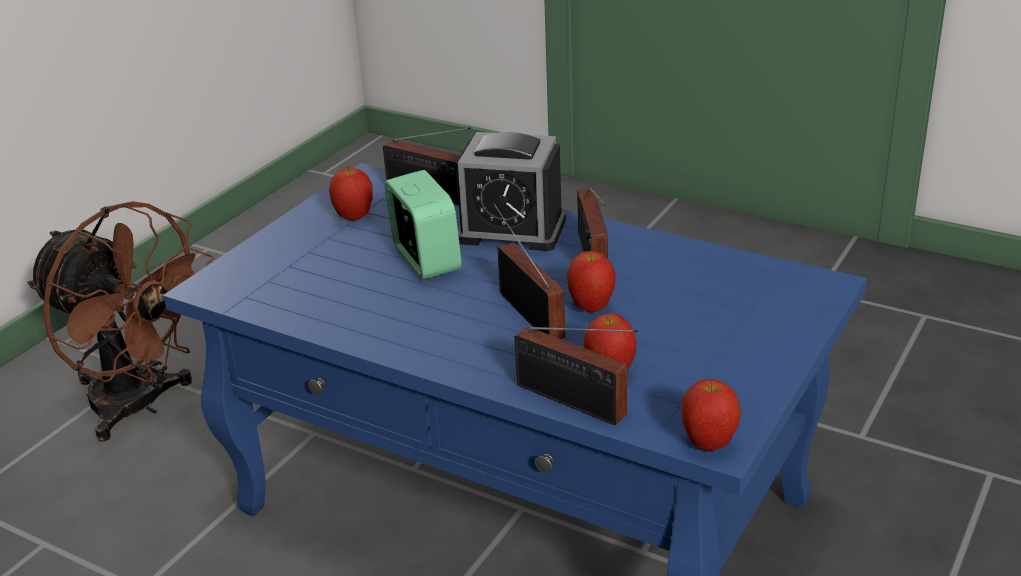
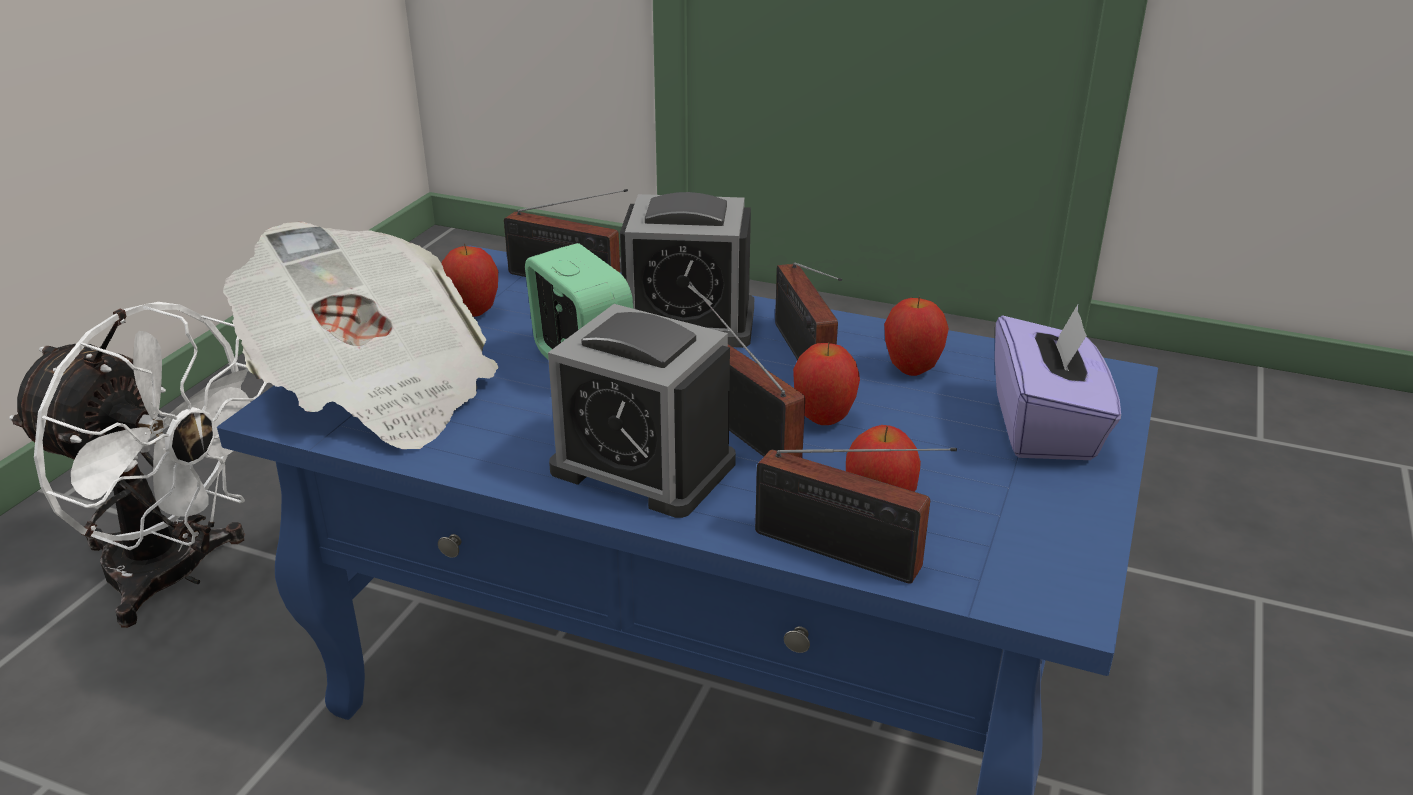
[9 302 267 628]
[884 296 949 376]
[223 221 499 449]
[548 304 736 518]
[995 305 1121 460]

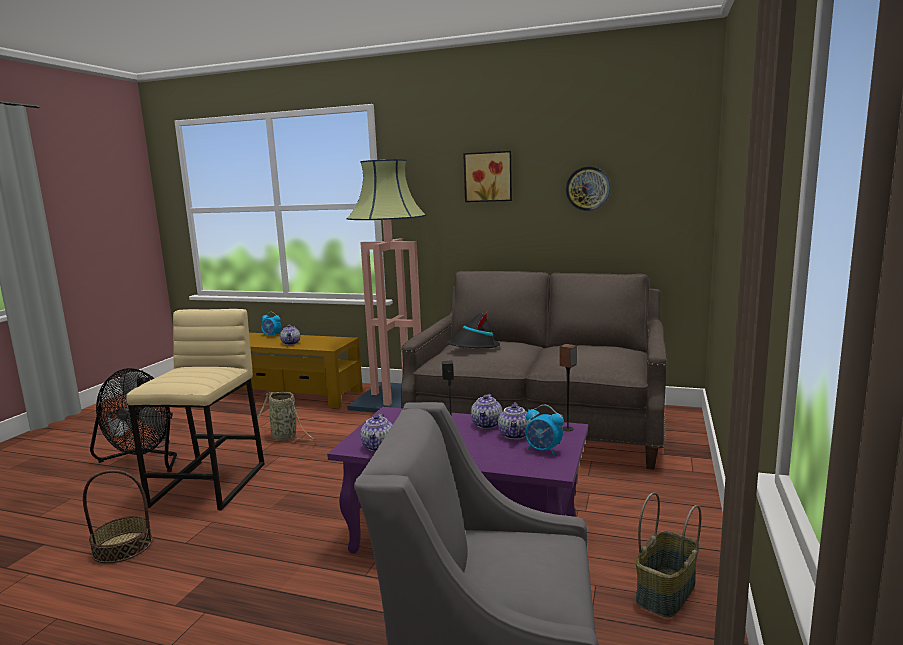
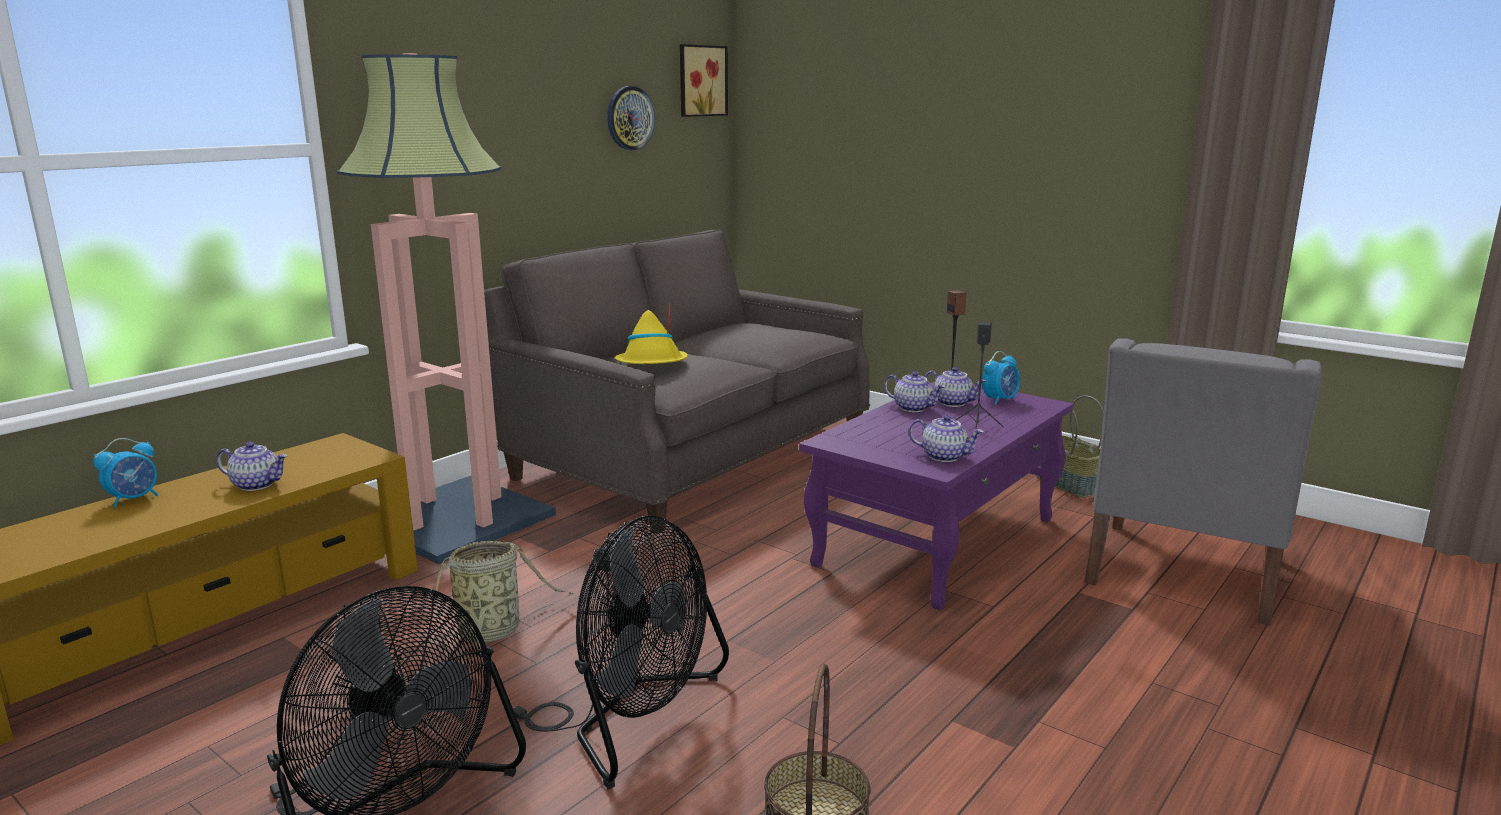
[680 44 728 117]
[513 516 729 789]
[615 304 688 364]

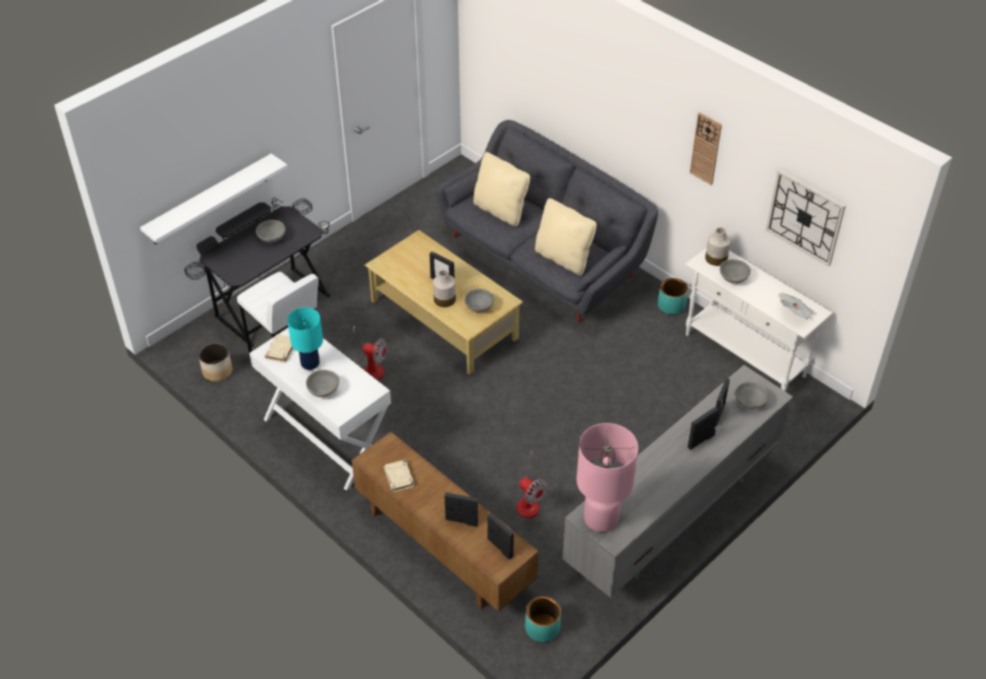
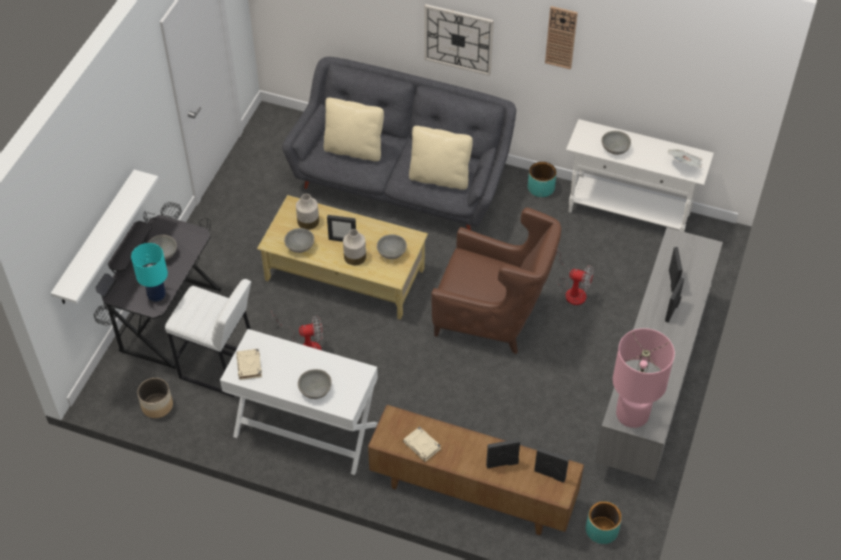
[424 4 494 76]
[296 194 319 230]
[131 243 168 302]
[284 228 314 253]
[556 248 594 305]
[431 208 561 354]

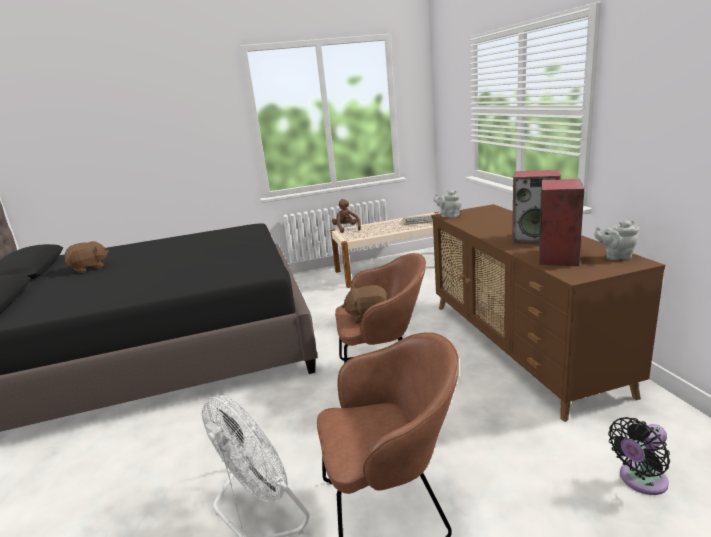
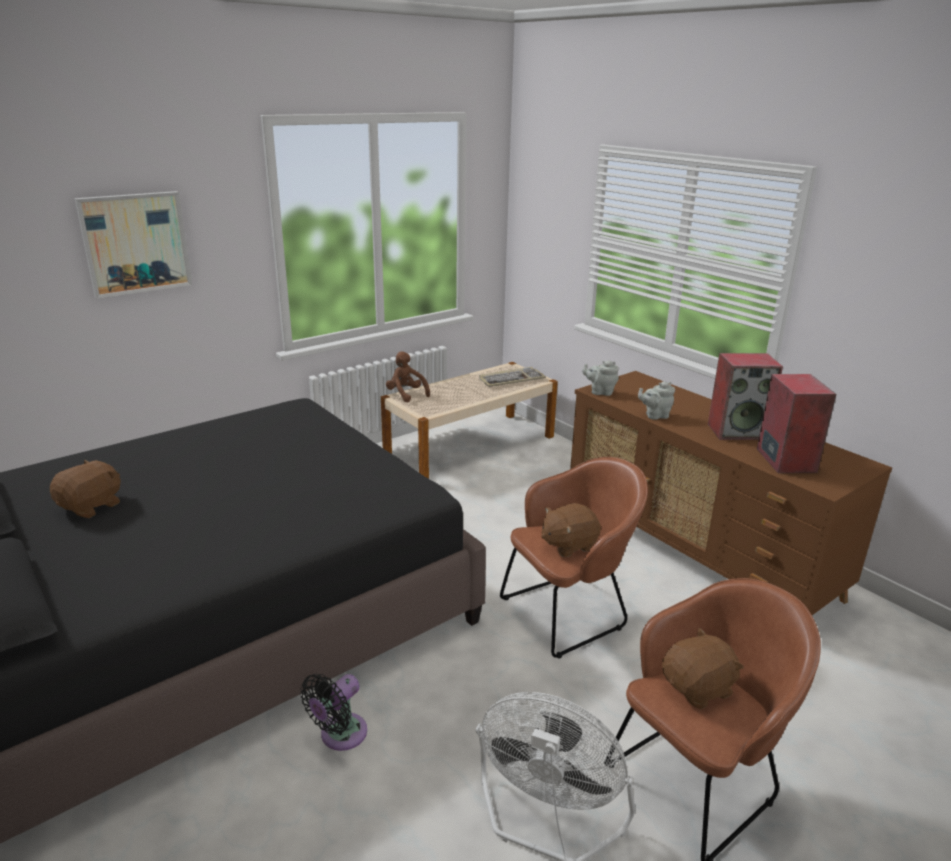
[638 382 675 420]
[300 674 367 751]
[75 191 192 299]
[662 628 744 709]

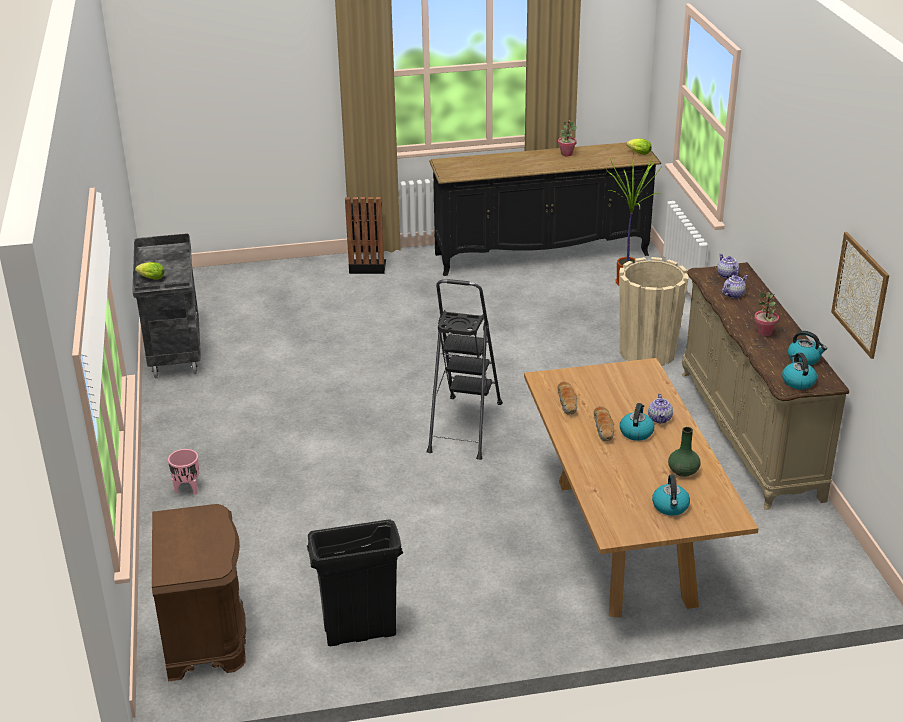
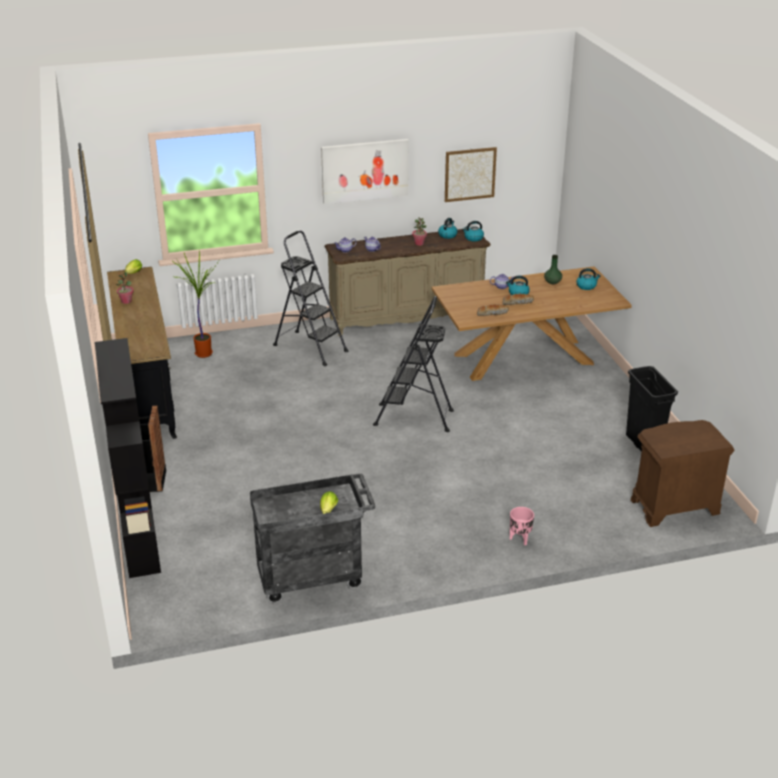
[273 230 348 366]
[321 139 409 204]
[95 338 161 578]

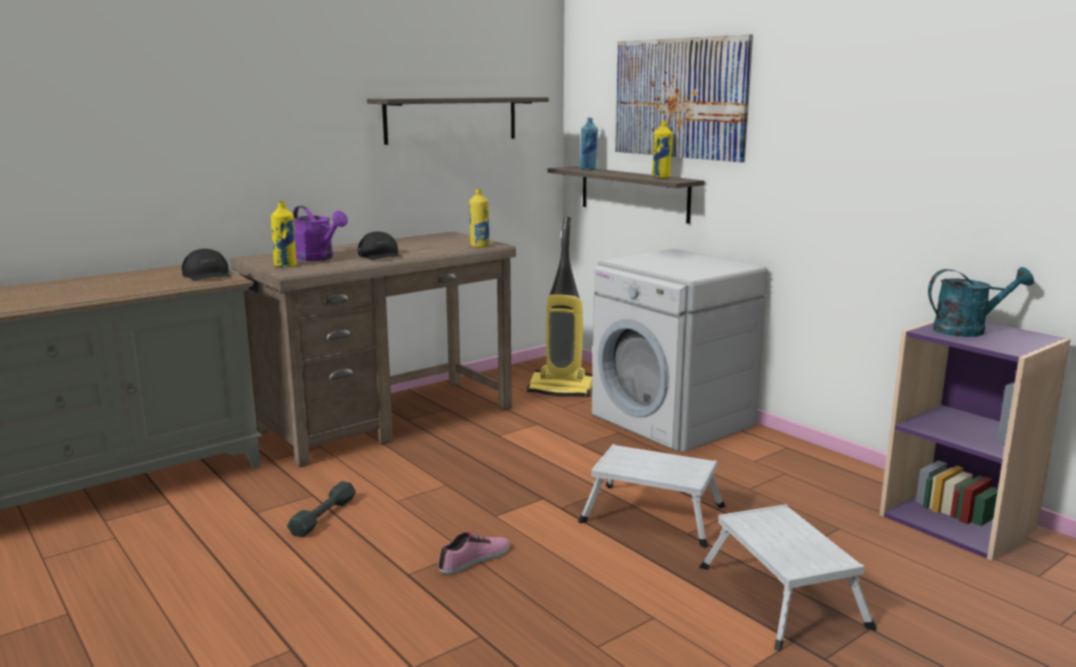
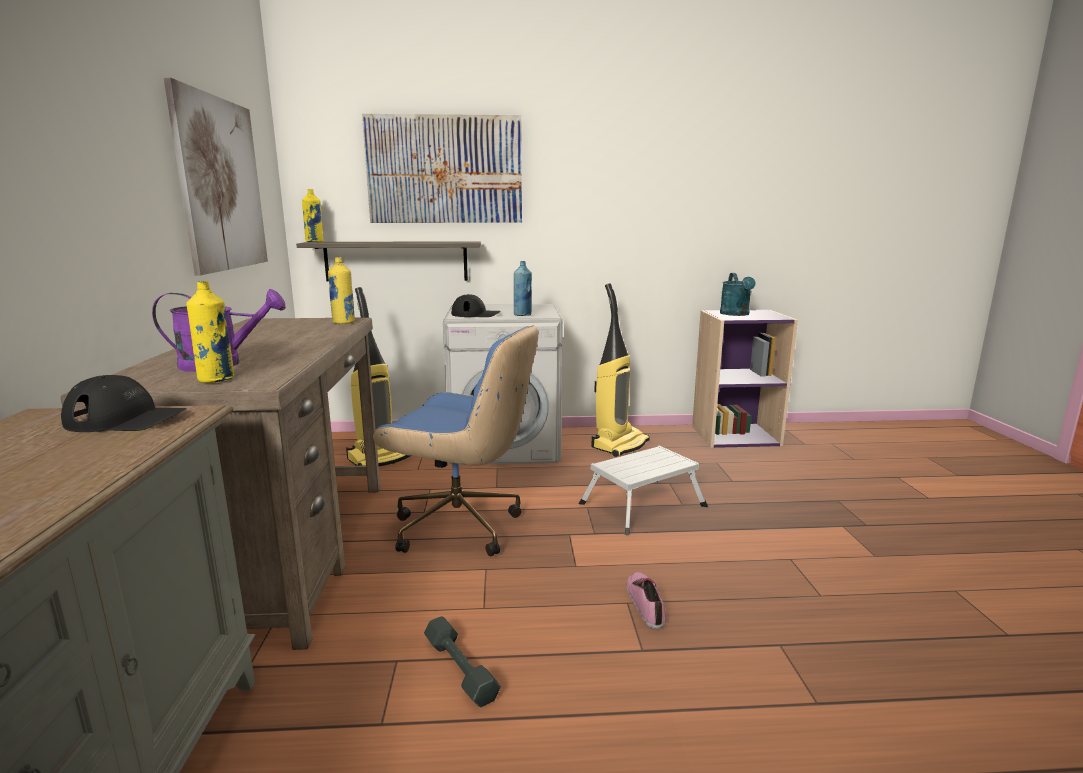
[164 77 268 275]
[514 261 532 316]
[302 189 323 242]
[451 294 501 317]
[720 273 756 316]
[699 504 876 651] (first image)
[591 283 650 457]
[373 325 538 556]

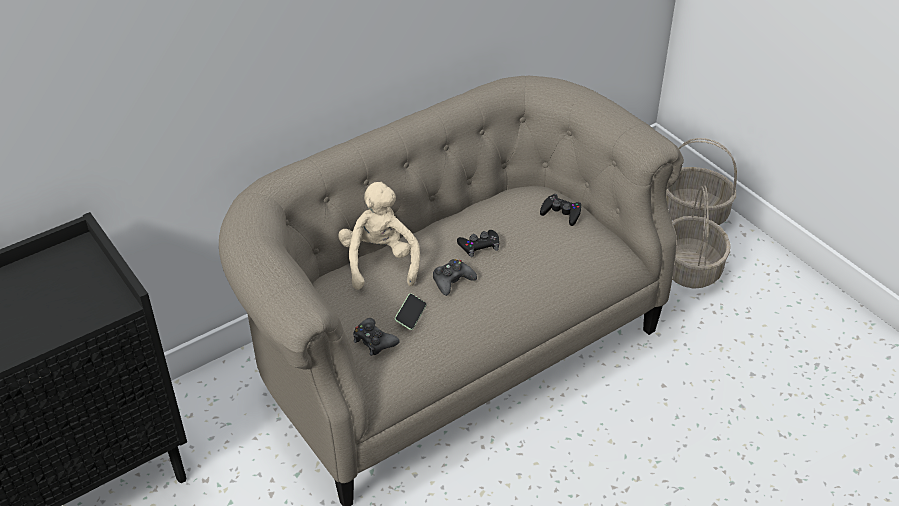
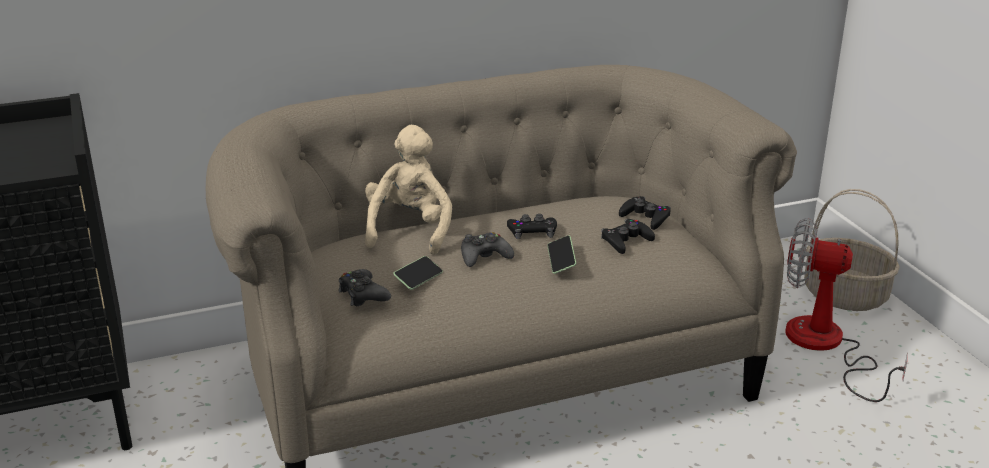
[785 218 908 402]
[601 219 655 254]
[547 235 576 274]

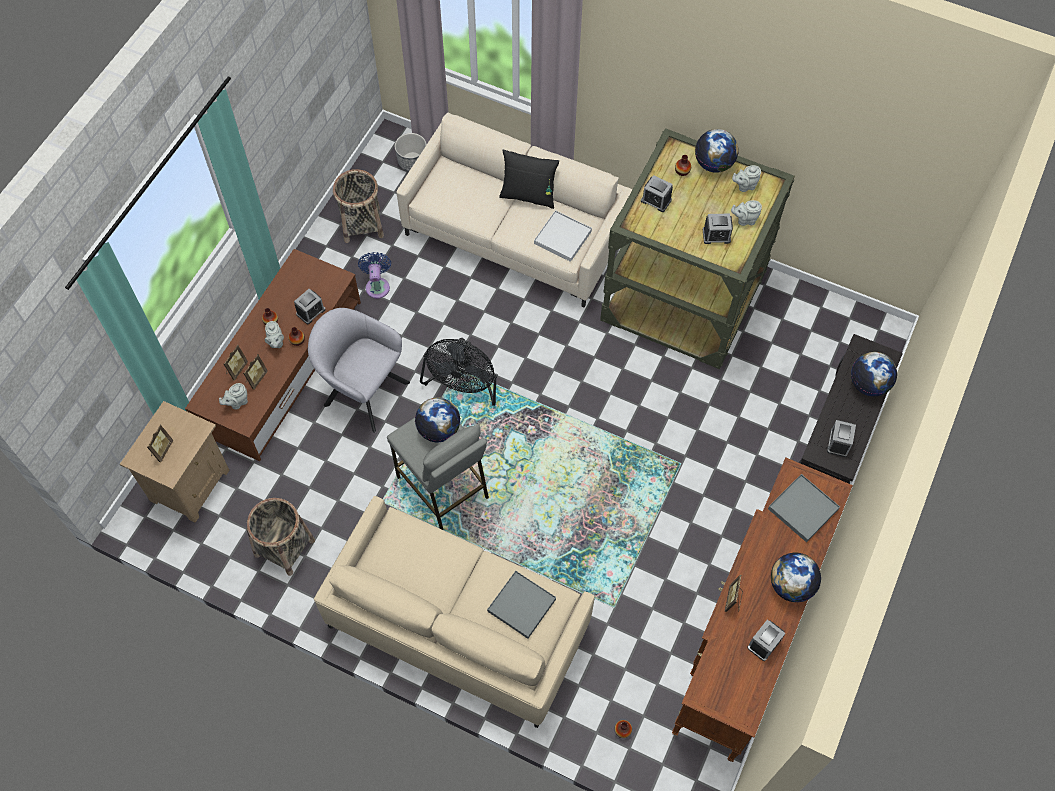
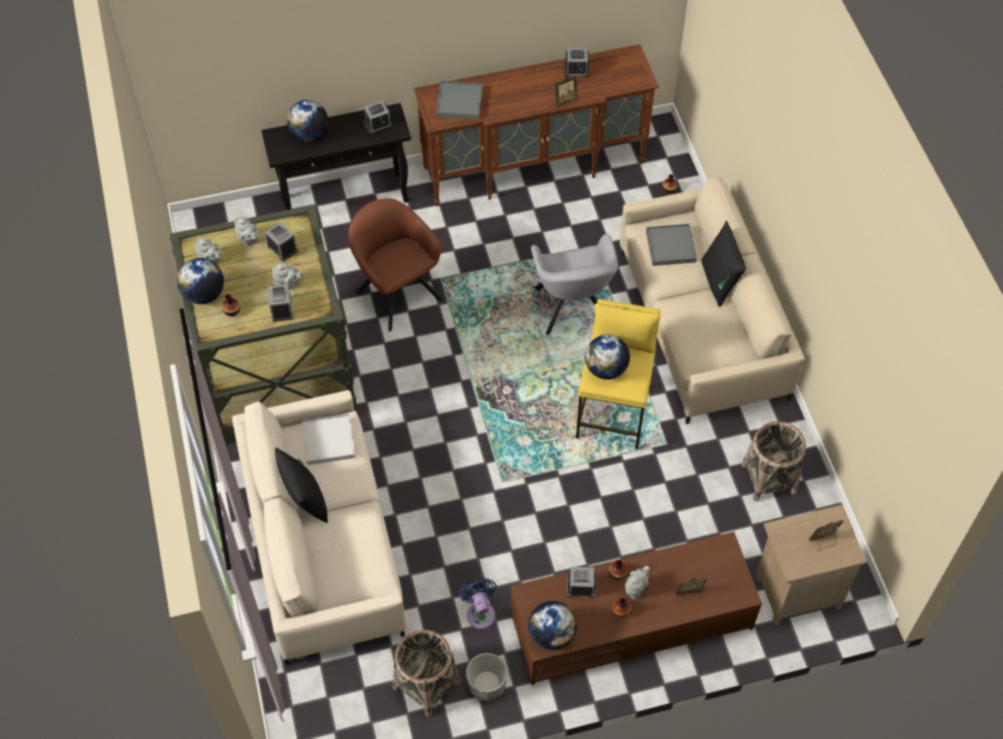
[466 653 507 701]
[459 578 497 629]
[531 234 618 335]
[420 338 498 406] (first image)
[243 354 268 390] (first image)
[272 263 303 290]
[576 299 660 450]
[528 601 577 650]
[348 199 443 331]
[701 221 746 307]

